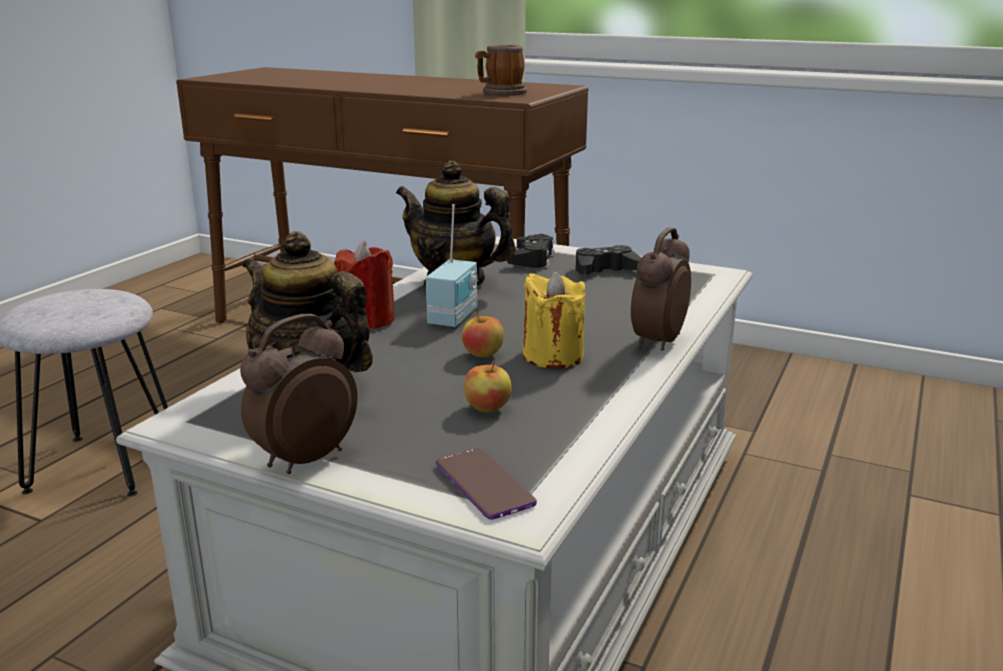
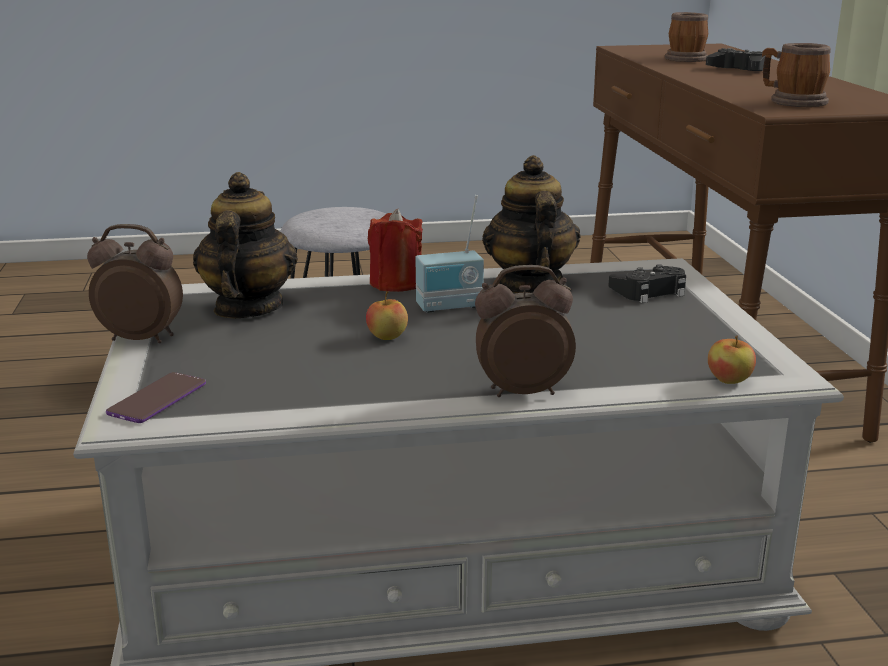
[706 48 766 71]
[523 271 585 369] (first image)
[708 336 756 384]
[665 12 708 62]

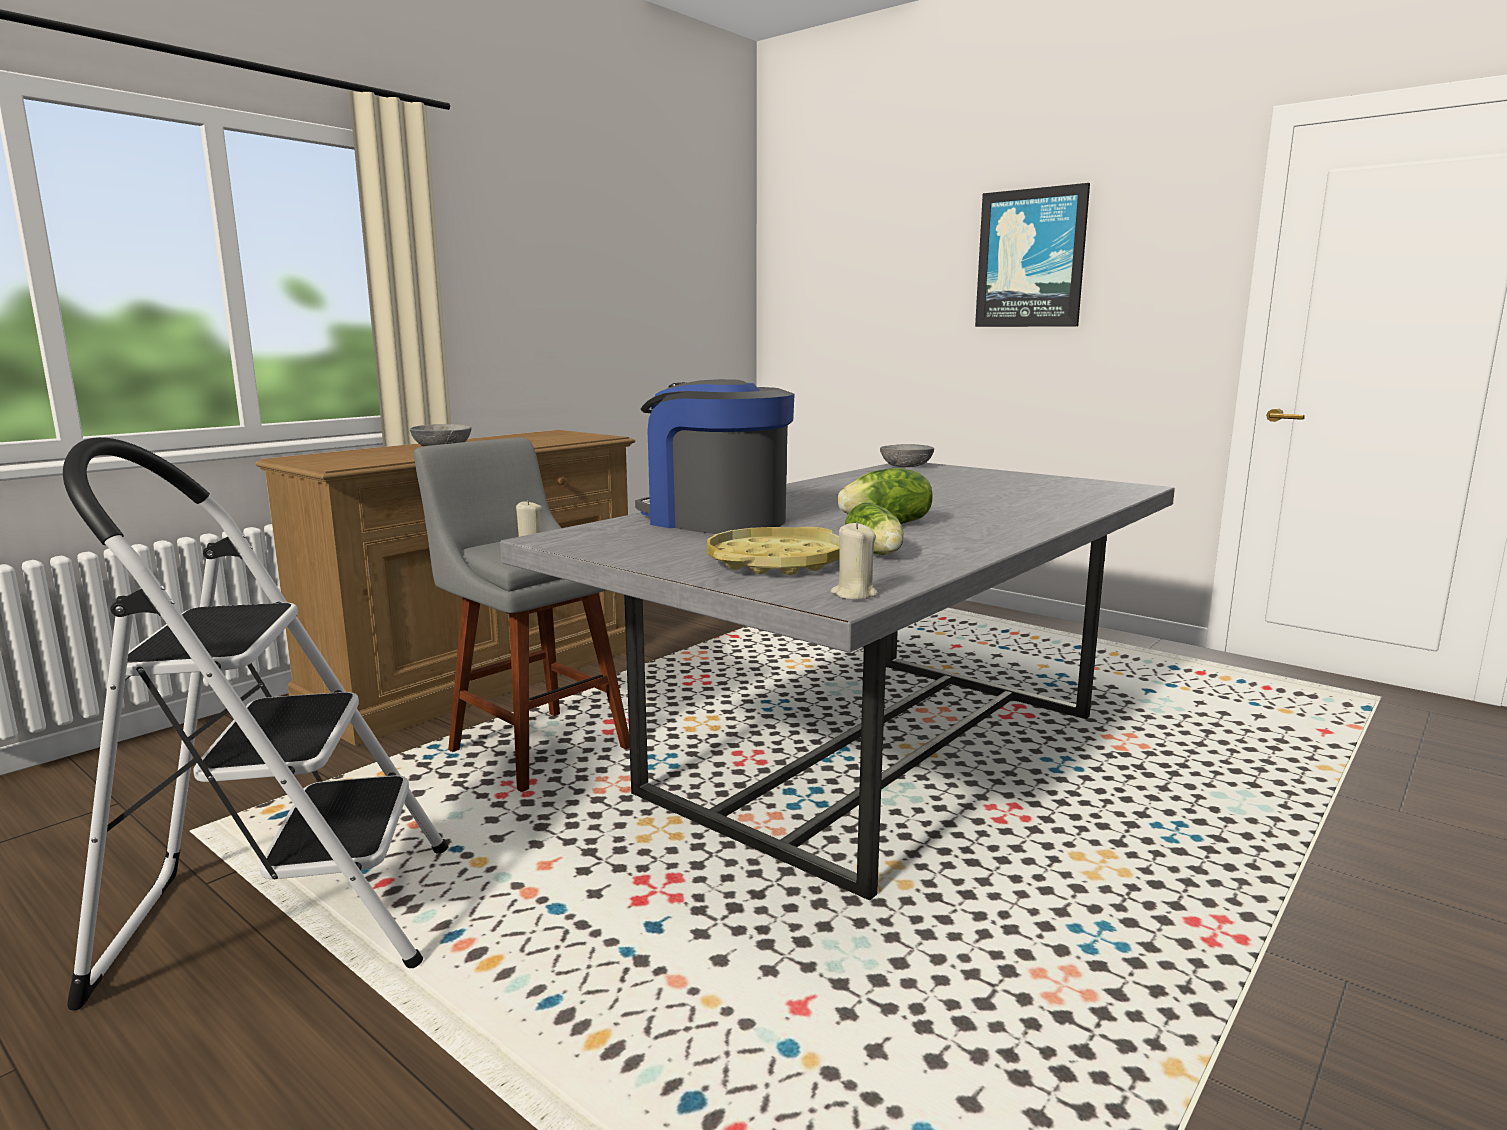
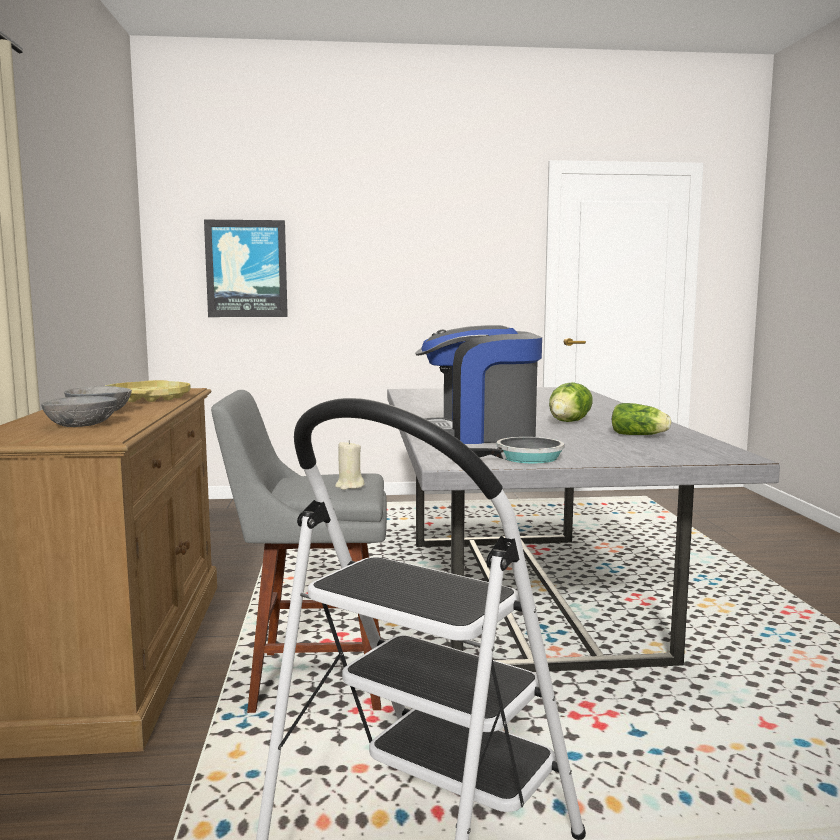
[204 220 288 317]
[41 396 117 427]
[831 522 878 600] (first image)
[105 380 191 402]
[470 437 564 463]

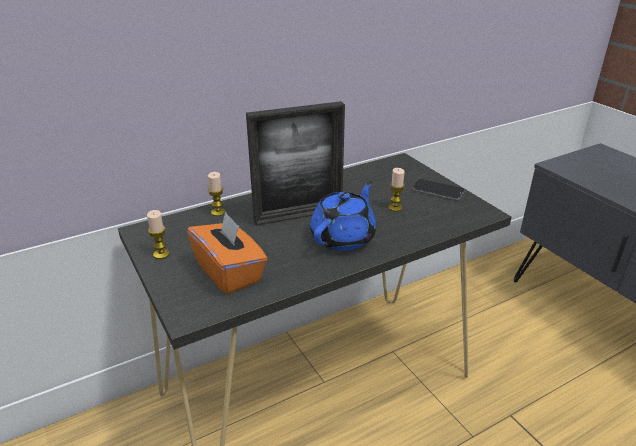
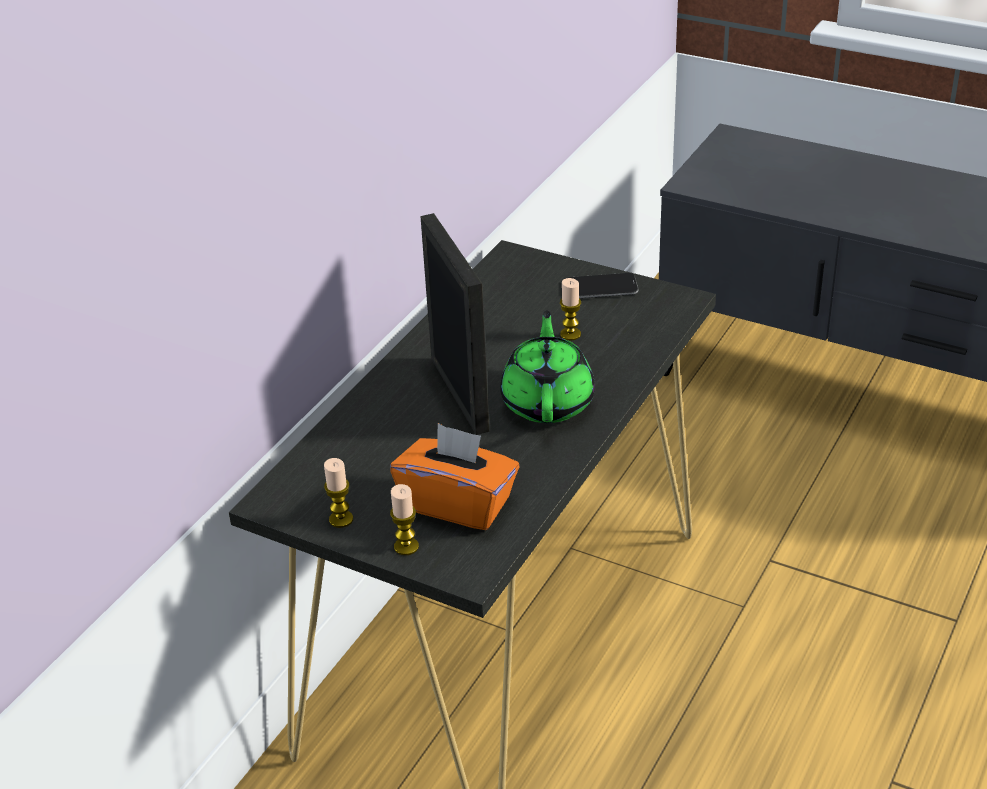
[420 213 489 435]
[390 484 419 555]
[500 311 595 423]

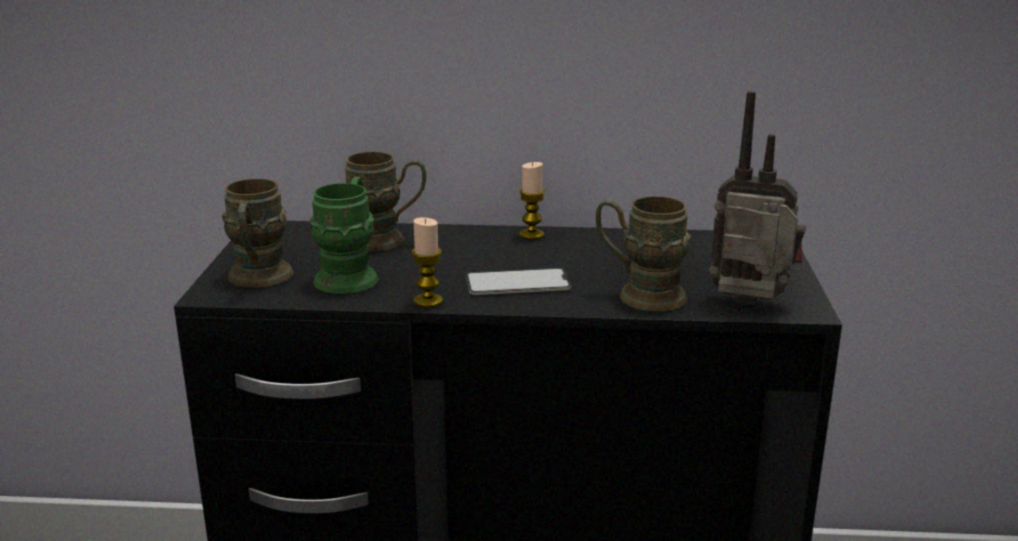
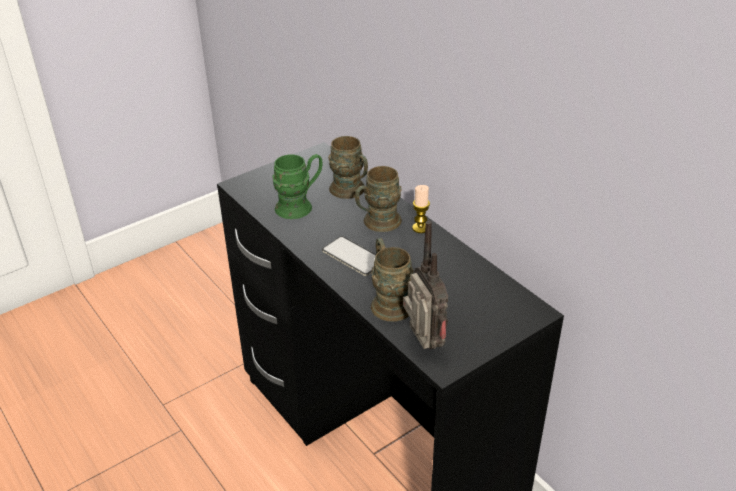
[355 166 402 232]
[412 217 443 308] (first image)

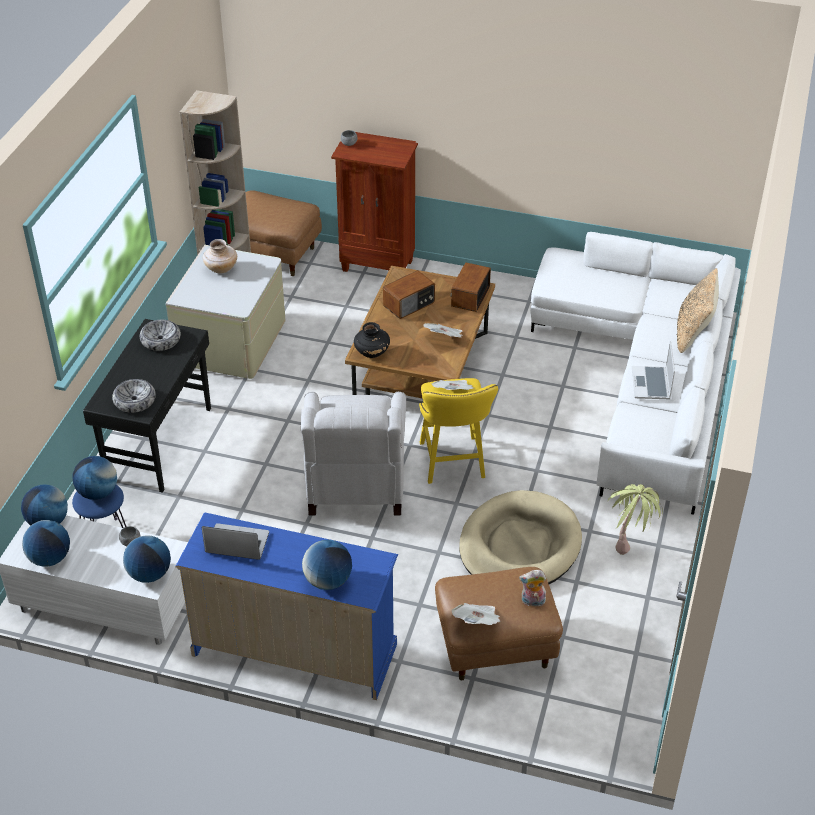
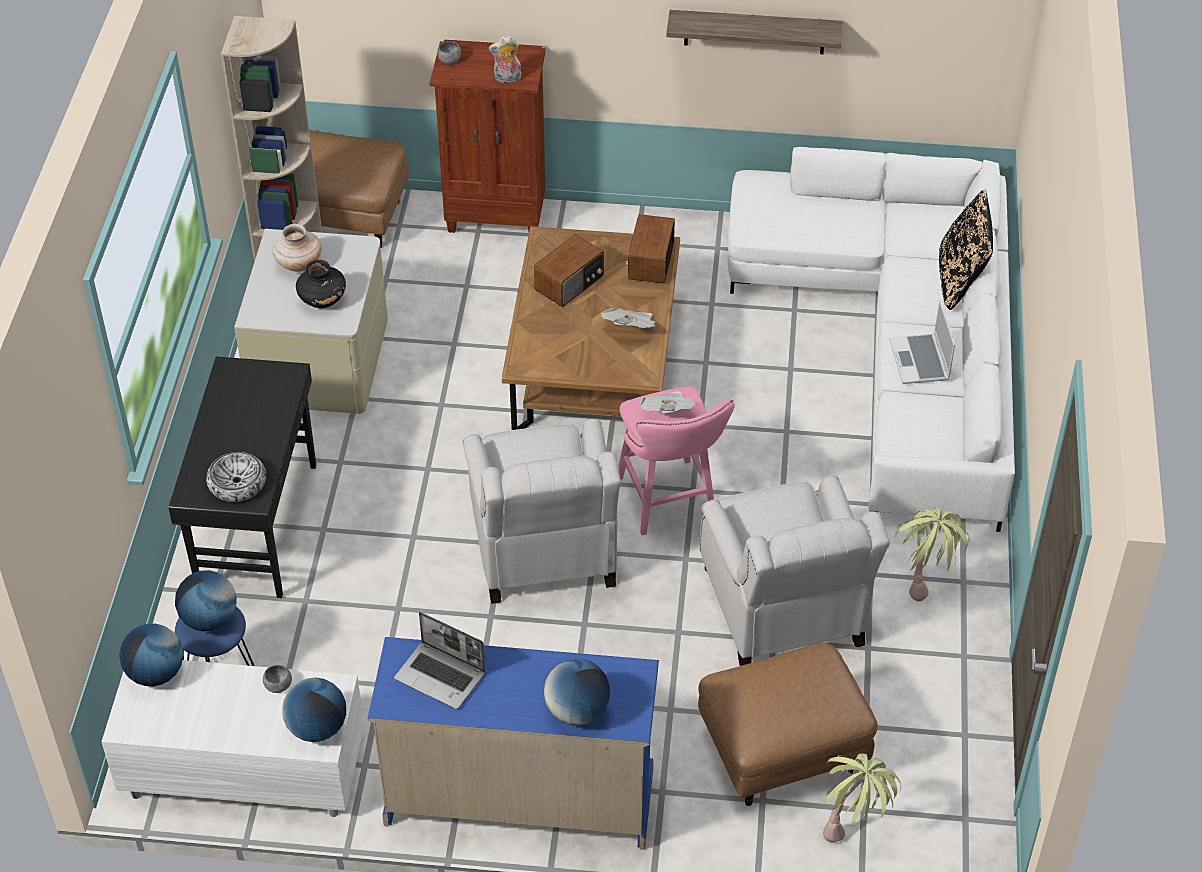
[939 189 993 310]
[140 320 181 351] (first image)
[296 260 346 308]
[618 386 735 535]
[700 475 890 666]
[22 520 70 567] (first image)
[394 612 486 709]
[489 35 521 83]
[451 603 501 625] (first image)
[666 10 843 54]
[823 753 901 843]

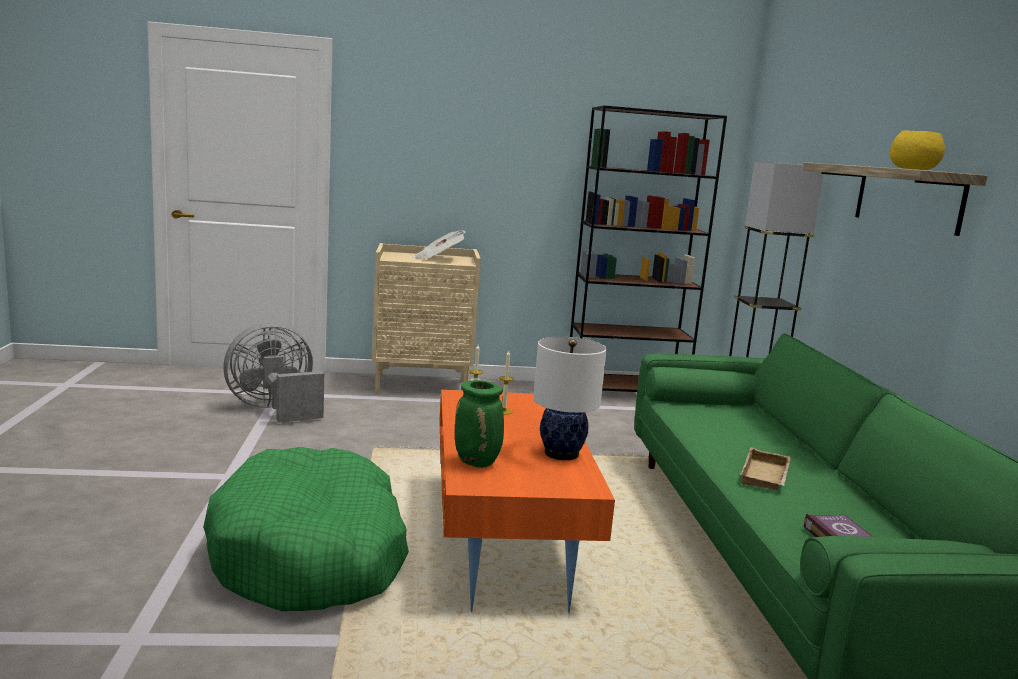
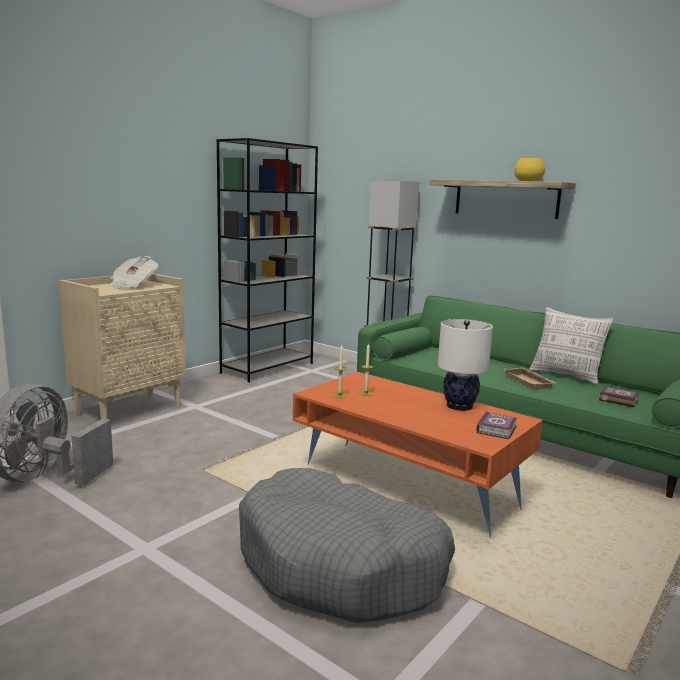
[217 138 318 382]
[455 380 504 468] (first image)
[239 468 455 623]
[530 307 614 385]
[476 411 517 440]

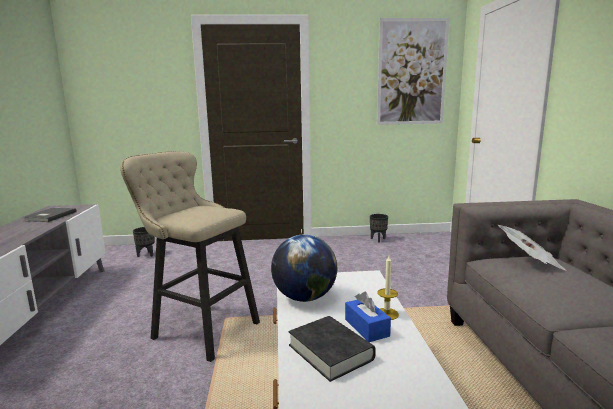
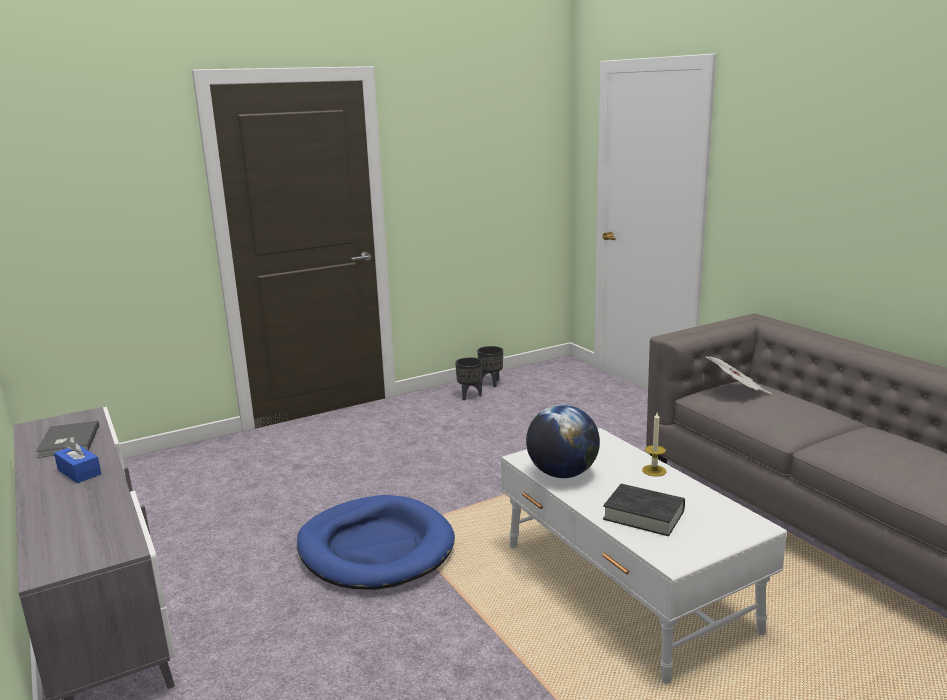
[377 18 449 125] (first image)
[297 495 455 590]
[455 357 482 400]
[54 437 101 483]

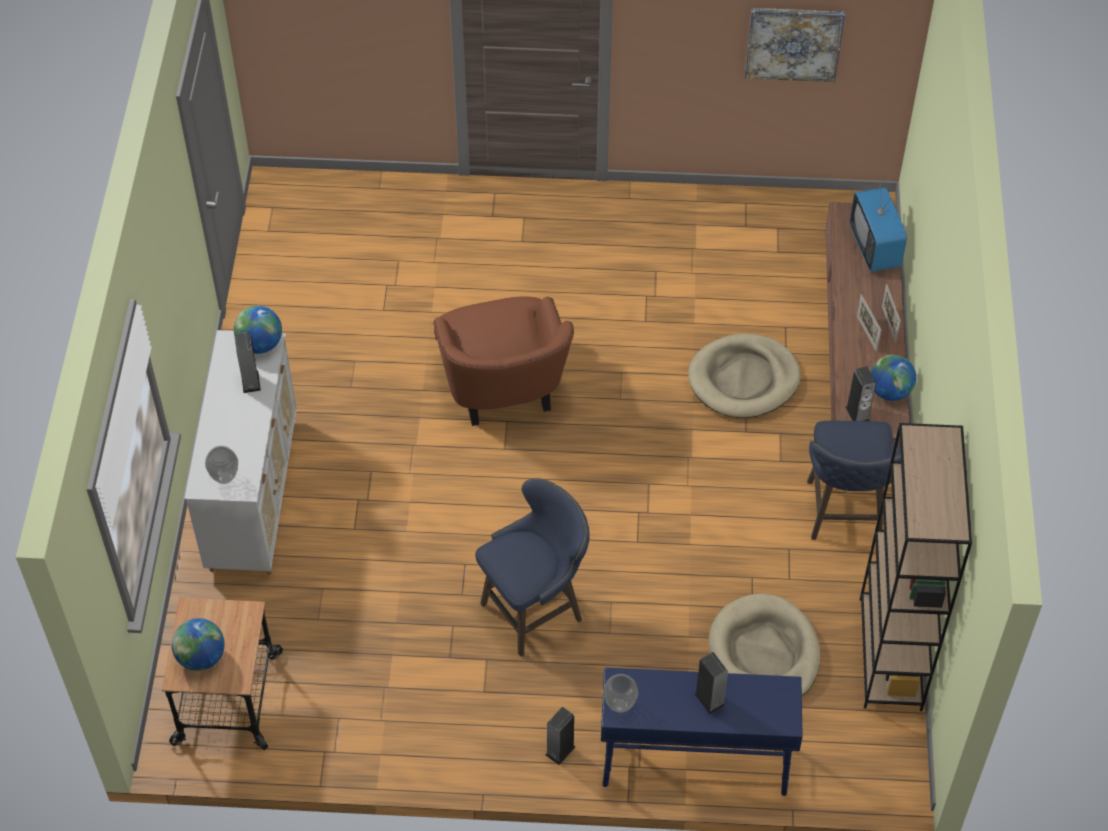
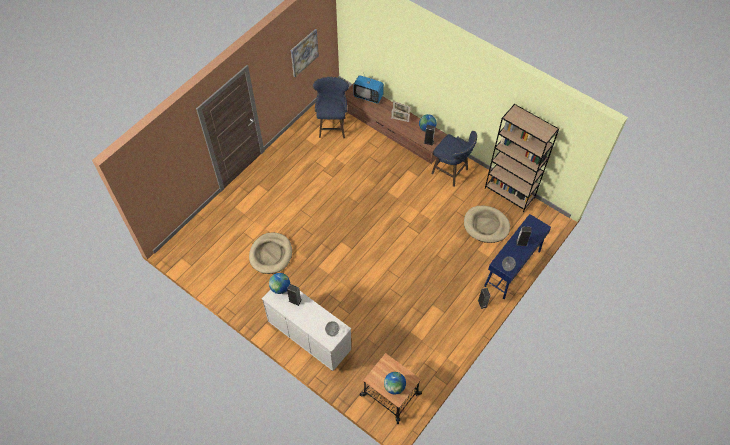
[433 296 574 426] (first image)
[249 233 292 274]
[313 77 349 138]

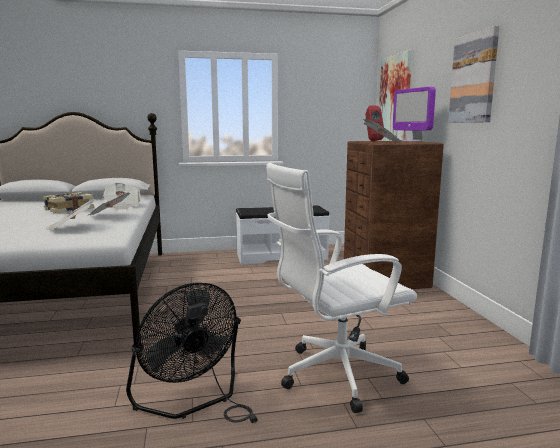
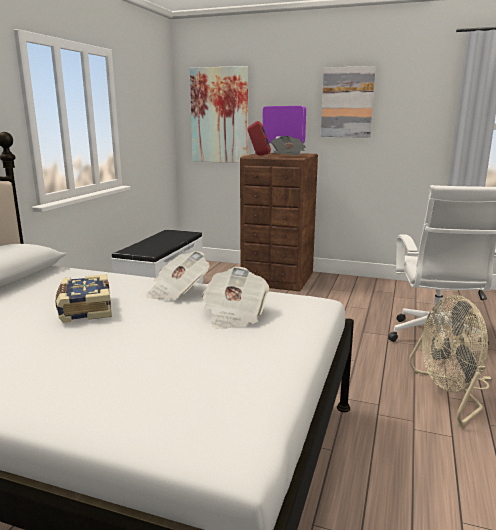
[262 106 306 154]
[103 183 141 210] (first image)
[409 295 493 428]

